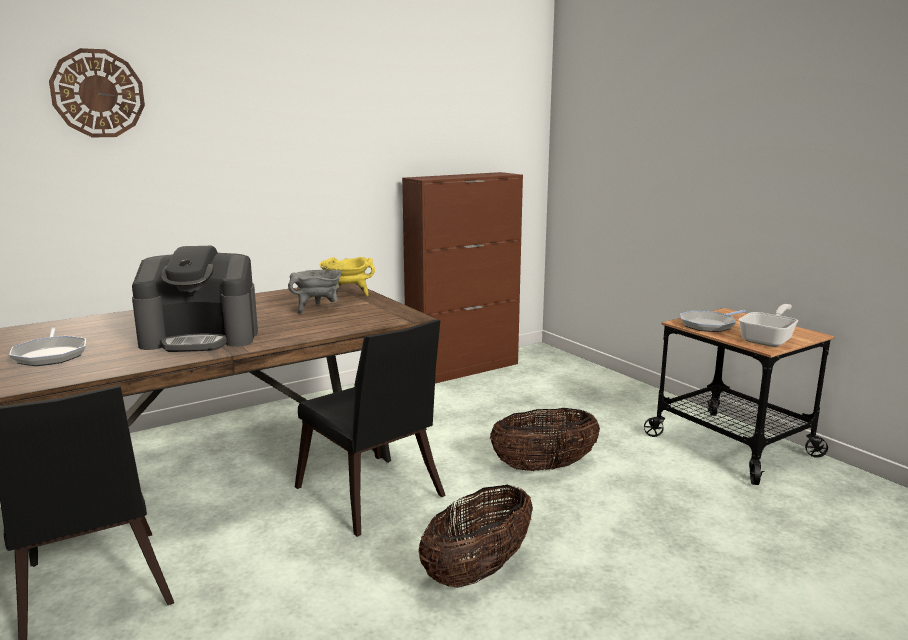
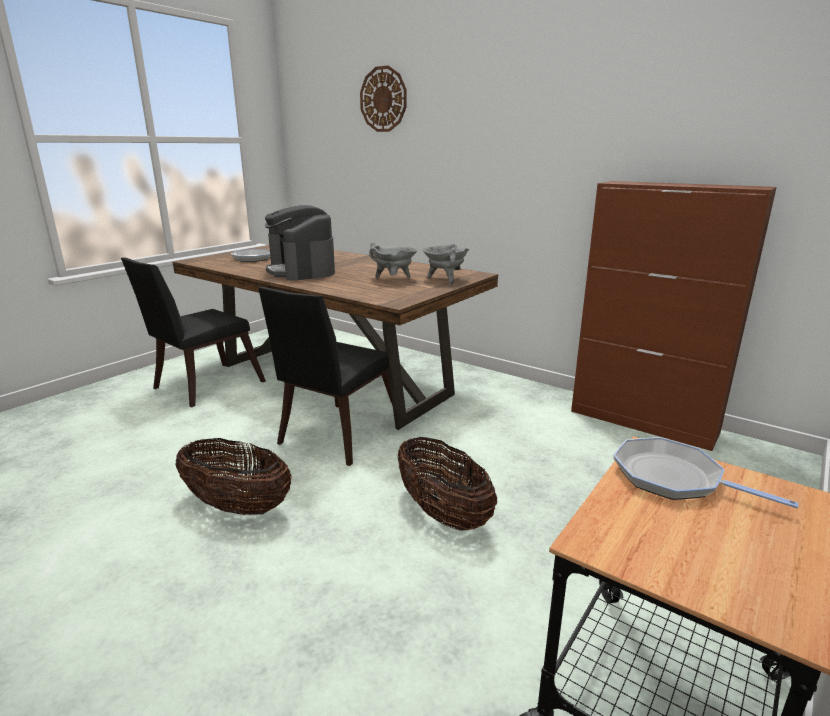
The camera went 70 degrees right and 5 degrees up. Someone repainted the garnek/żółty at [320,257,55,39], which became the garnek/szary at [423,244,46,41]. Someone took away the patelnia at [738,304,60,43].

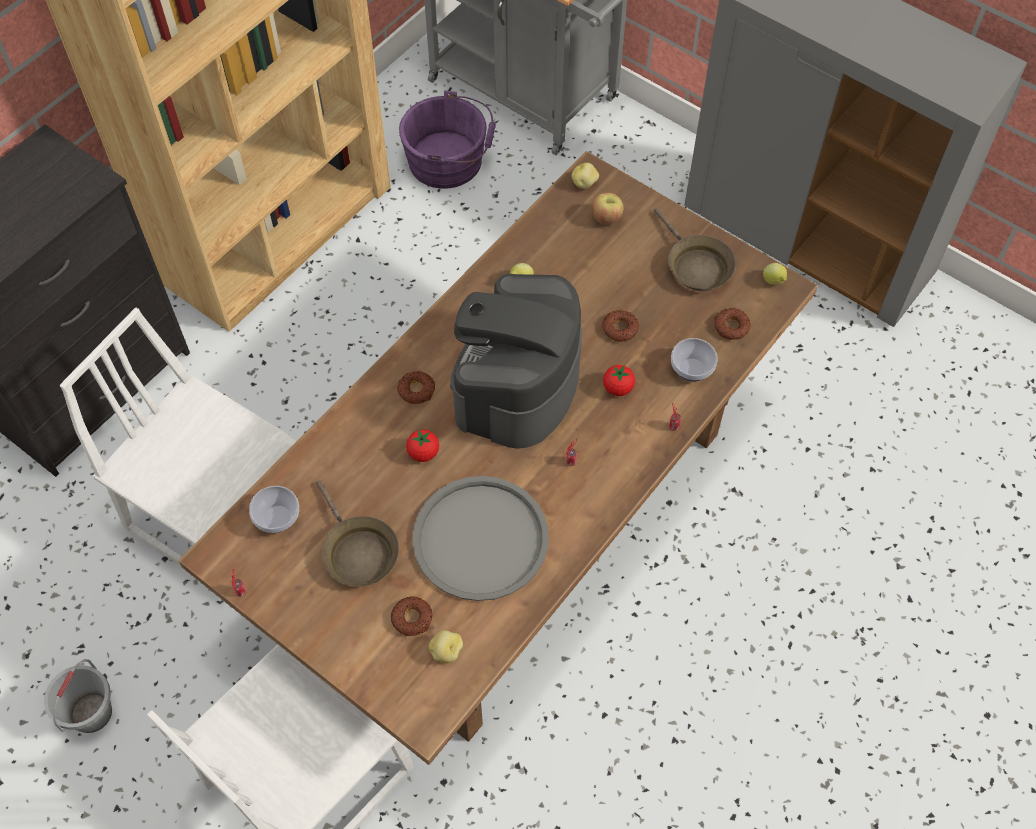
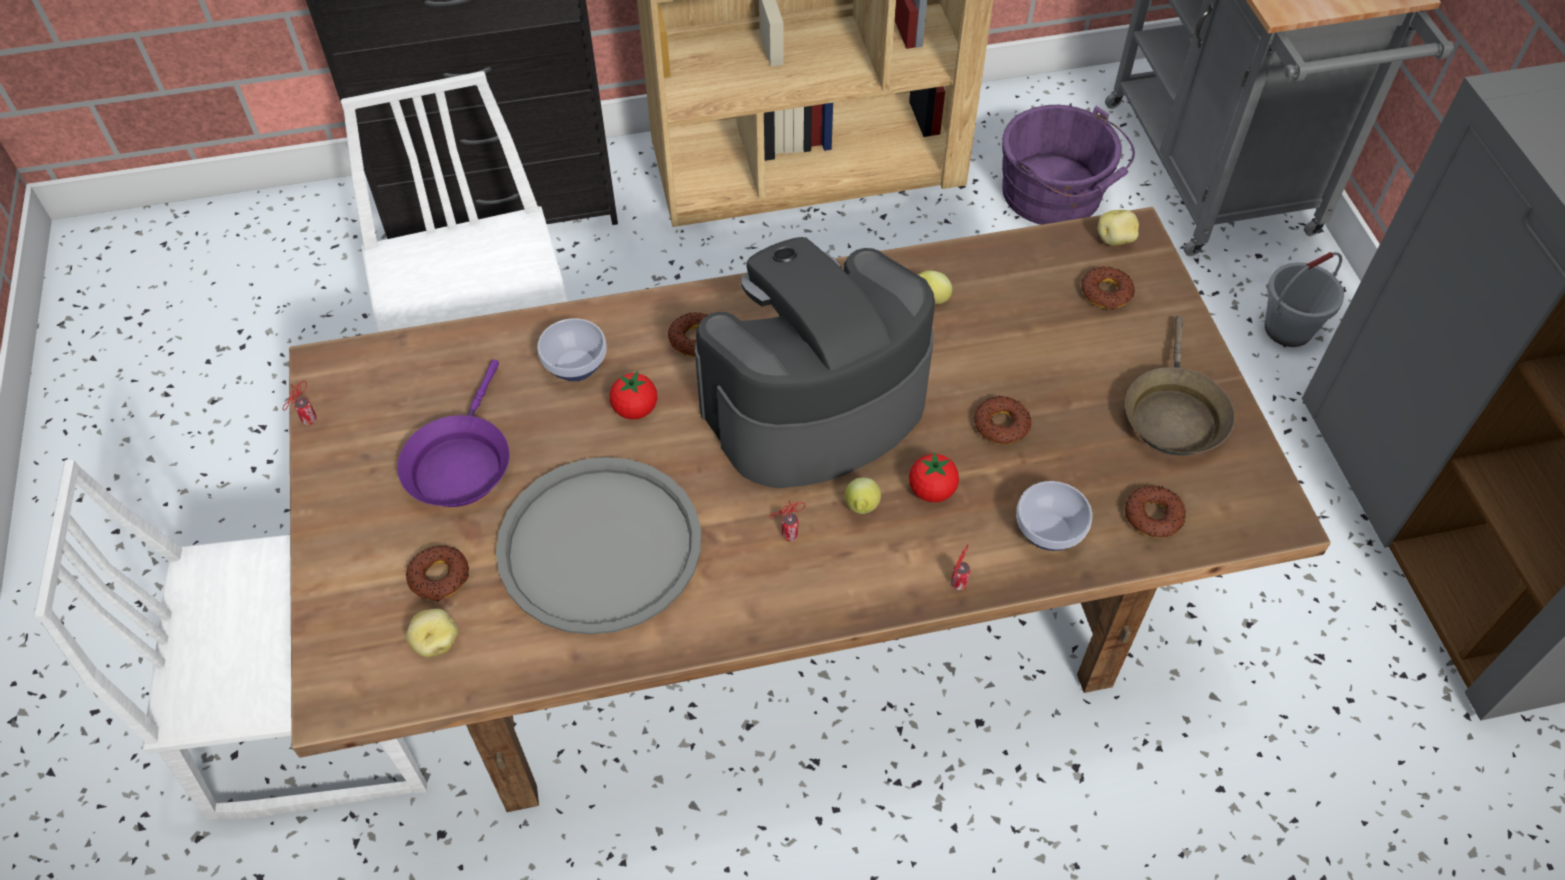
The camera went 40 degrees right and 5 degrees down. Someone carried the wiadro/szary from [44,659,68,74] to [1265,252,79,95]. Someone carried the miska from [249,486,50,47] to [537,318,69,63]. Someone repainted the patelnia/brązowy at [316,480,83,107], which became the patelnia/fioletowy at [397,360,113,147]. Someone swapped the jabłko at [592,193,31,32] for the donut at [1081,266,54,44]. Someone carried the cytryna from [763,263,24,22] to [845,477,36,37].

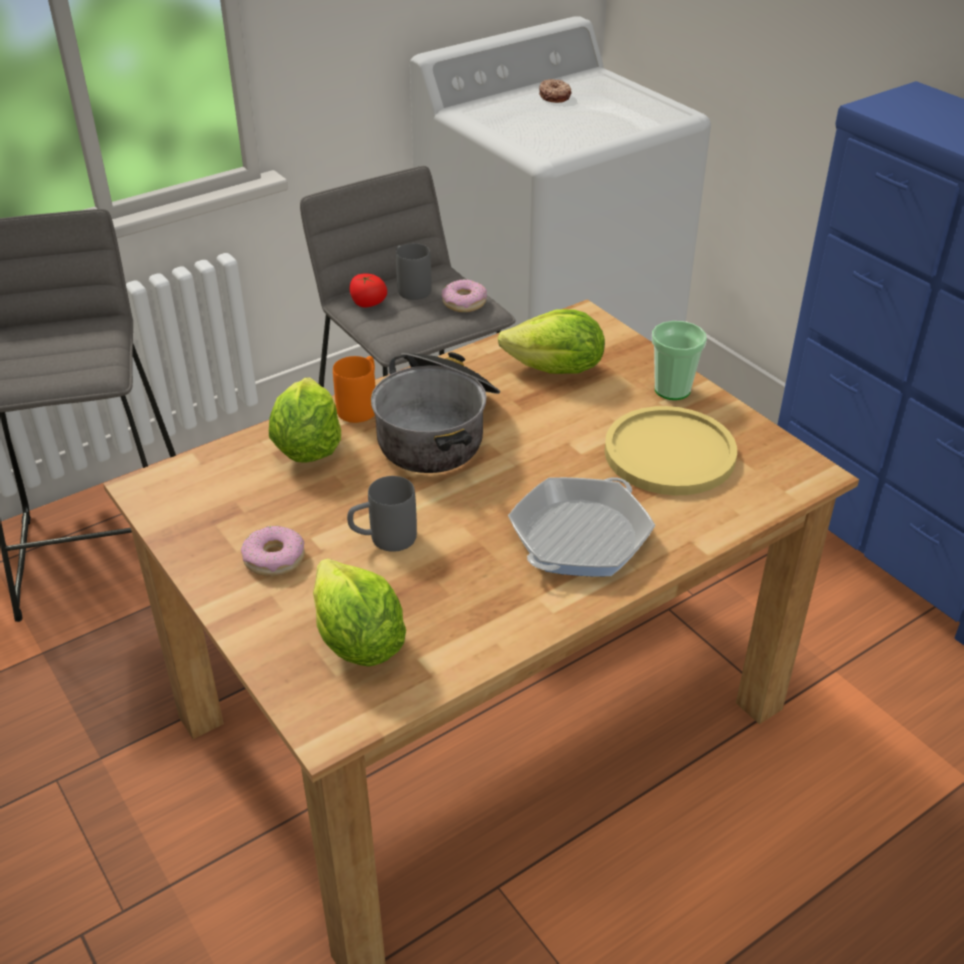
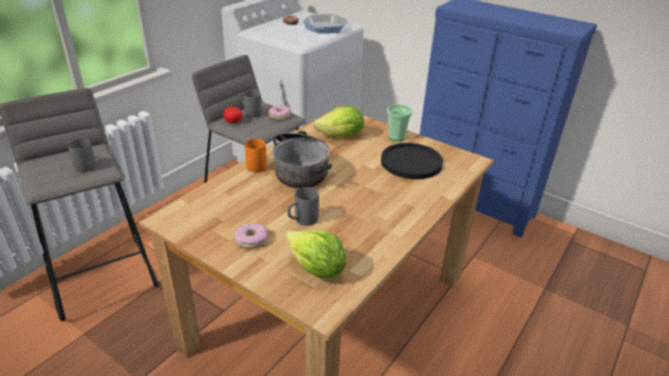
The camera went 20 degrees left and 5 degrees down. Someone took away the sałata at [269,377,72,86]. Someone carried the patelnia from [508,477,147,100] to [302,14,45,19]. Someone repainted the talerz/żółty at [604,406,133,89], which became the talerz/czarny at [381,143,62,36]. Someone put down the kubek/szary at [68,139,28,33].

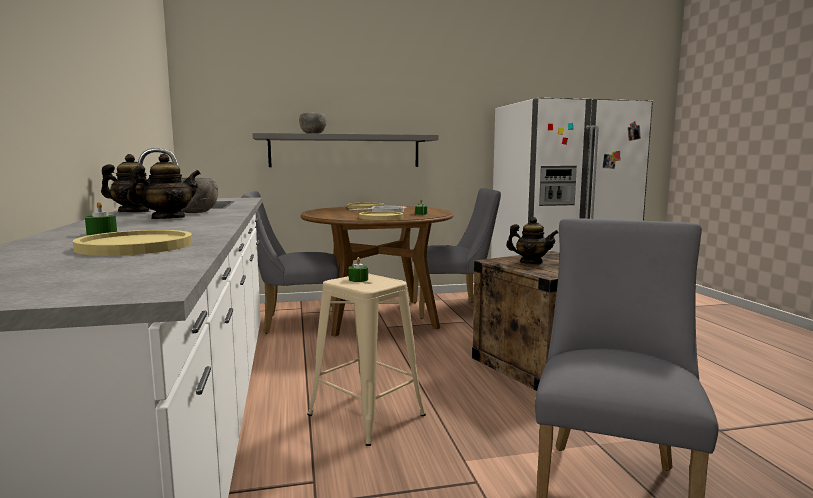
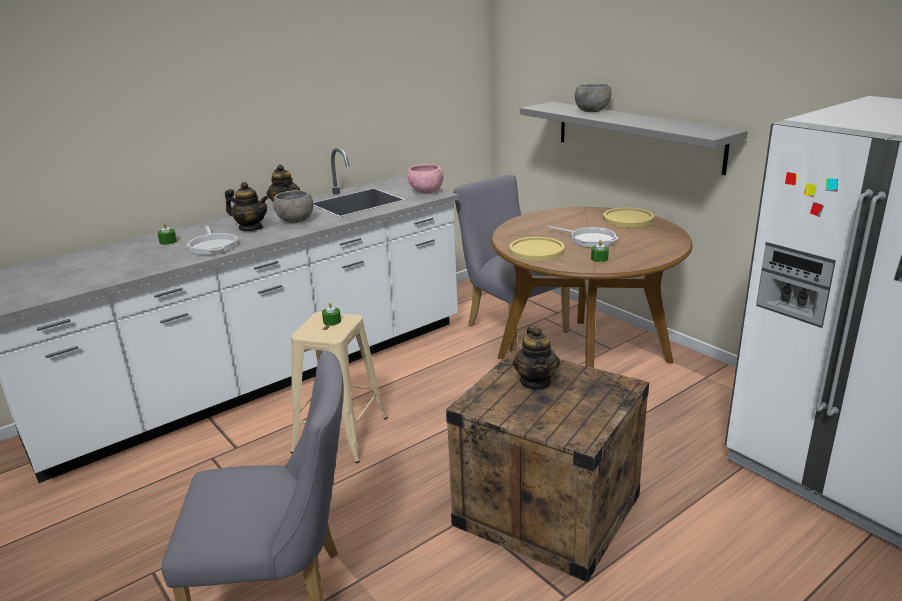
The camera went 65 degrees right and 15 degrees up. Someone took away the talerz/żółty at [73,230,119,26]. Someone took away the krzesło/szary at [412,188,89,131]. Someone put down the patelnia at [186,225,52,30]. Someone put down the miska/różowy at [407,164,36,29].

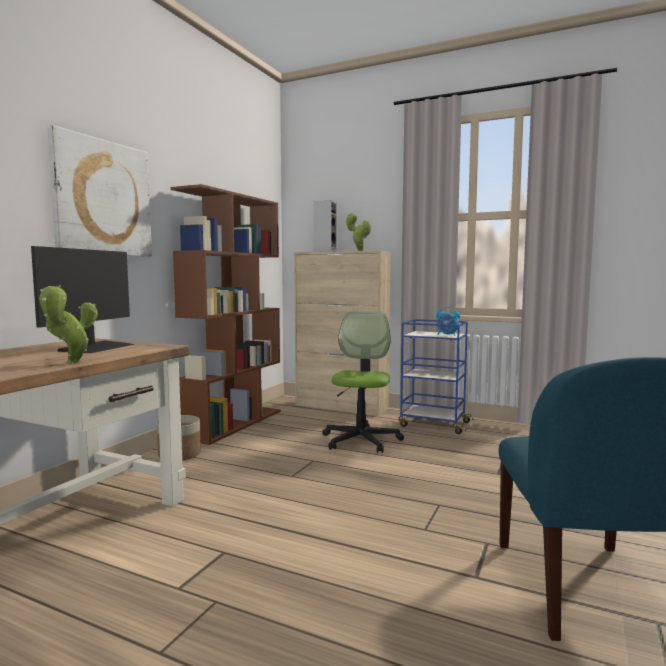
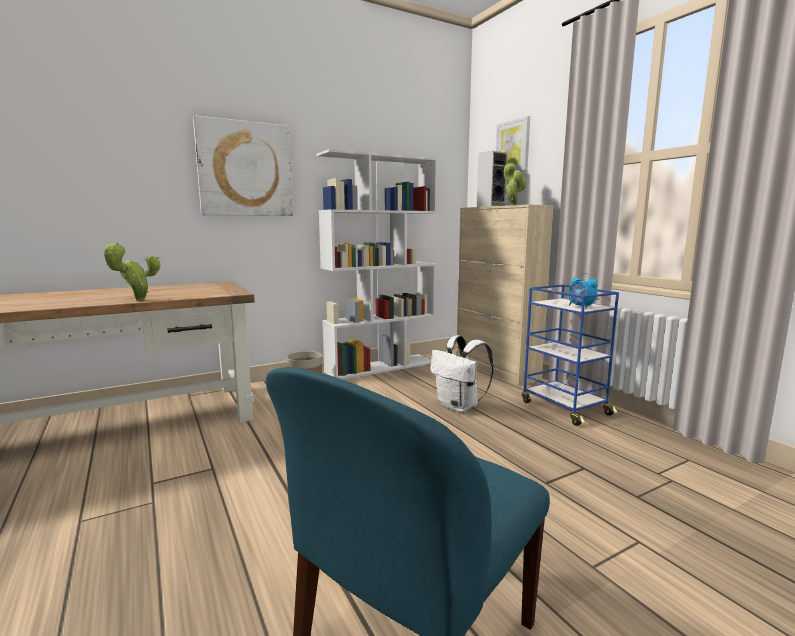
The camera went 35 degrees right and 5 degrees up. Someone took away the monitor at [31,246,104,107]. Someone repainted the regał/brązowy at [171,184,110,261], which became the regał/biały at [317,149,121,231]. Someone swapped the krzesło biurowe at [322,311,82,142] for the plecak/biały at [430,335,64,77]. Someone put up the obraz at [496,116,34,56].

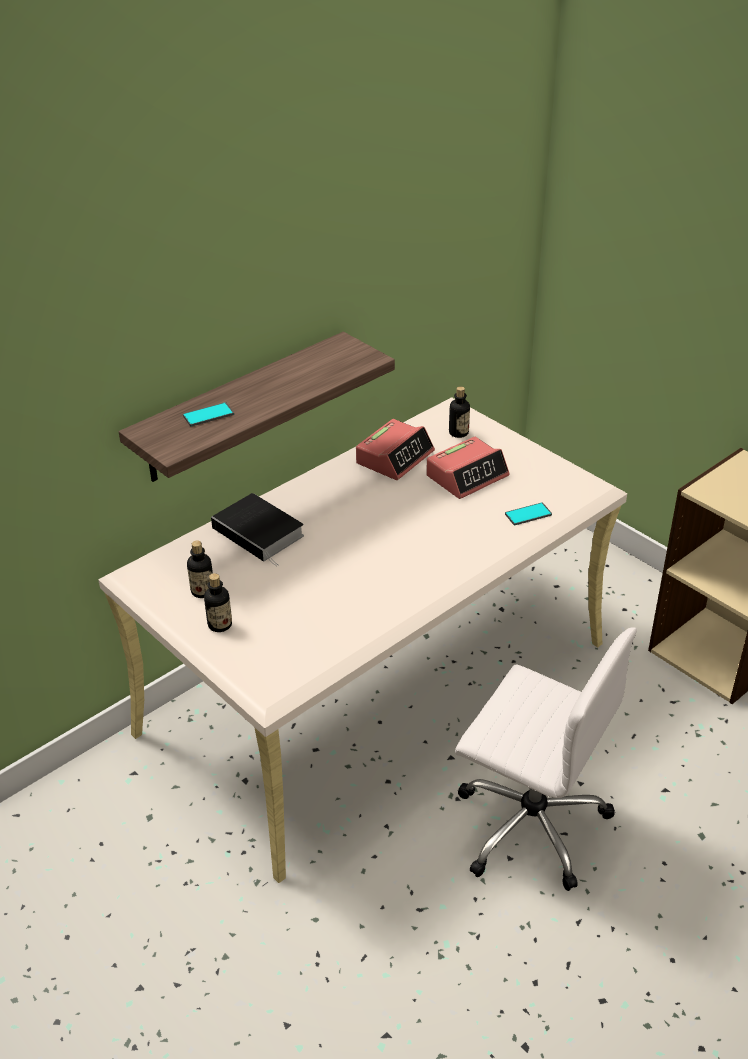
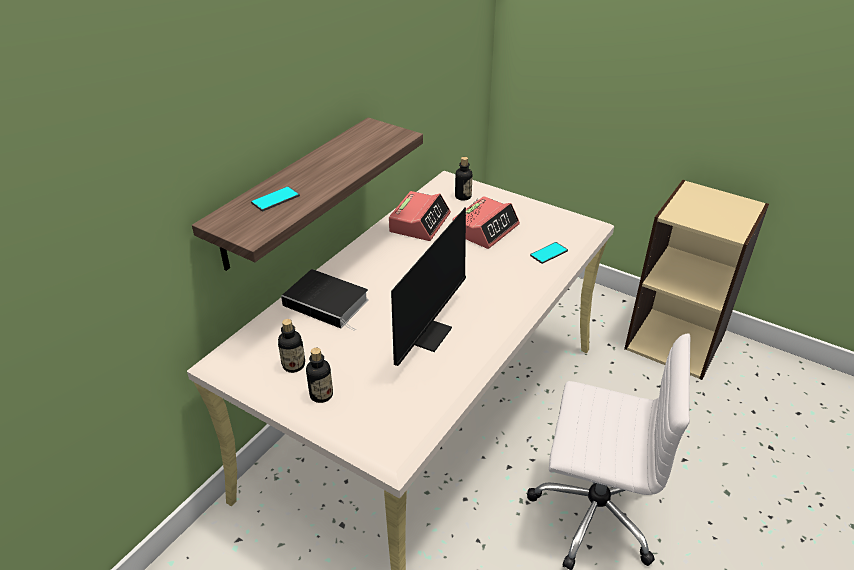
The camera went 15 degrees left and 0 degrees up. Someone put down the monitor at [391,198,94,168].

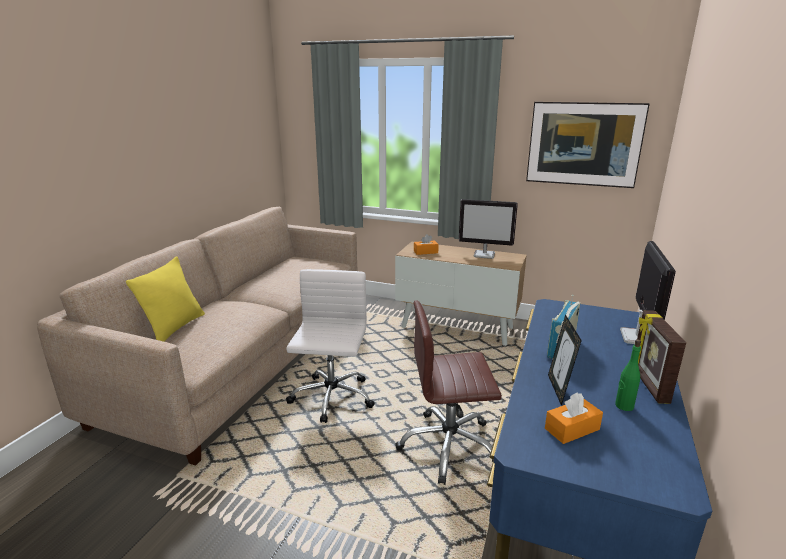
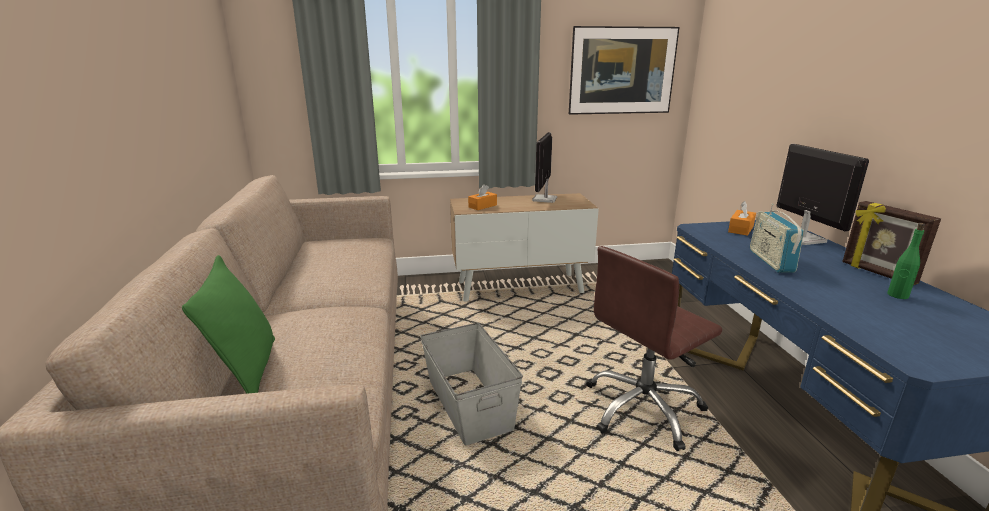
The camera went 30 degrees left and 0 degrees up. Someone repainted the poduszka/żółty at [126,257,79,85], which became the poduszka/zielony at [182,255,93,139]. Someone swapped the krzesło biurowe/biały at [286,269,89,154] for the pojemnik do przechowywania/szary at [420,323,103,122]. Someone rotated the monitor at [459,199,59,60] by 120 degrees clockwise. Someone carried the pudełko chusteczek/pomarańczowy from [545,392,58,52] to [728,201,28,35]. Someone took away the ramka na zdjęcie at [548,314,34,92].

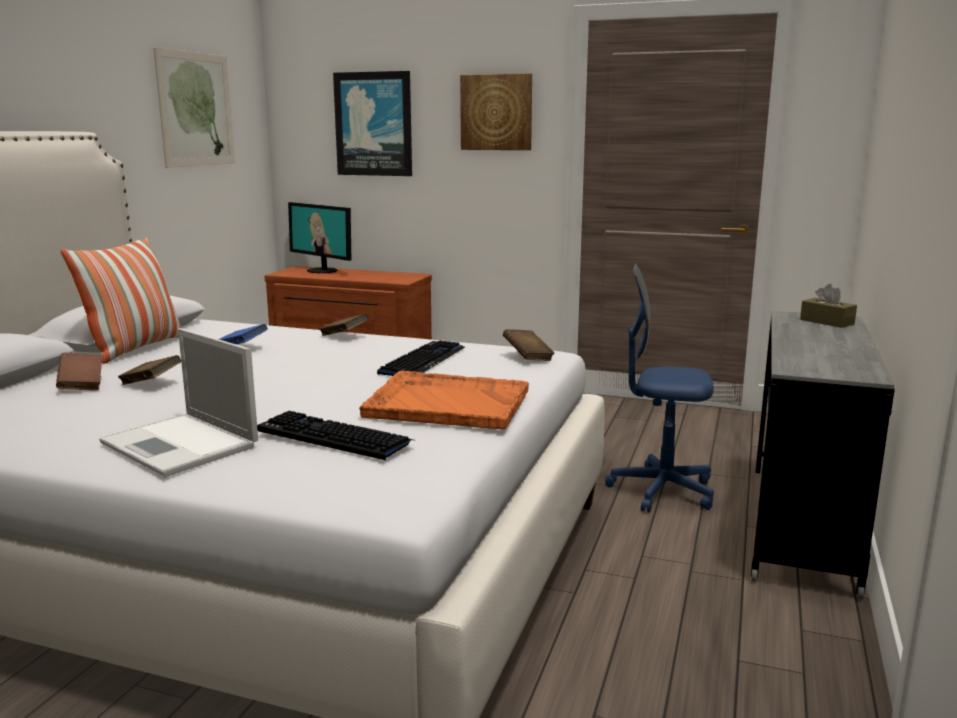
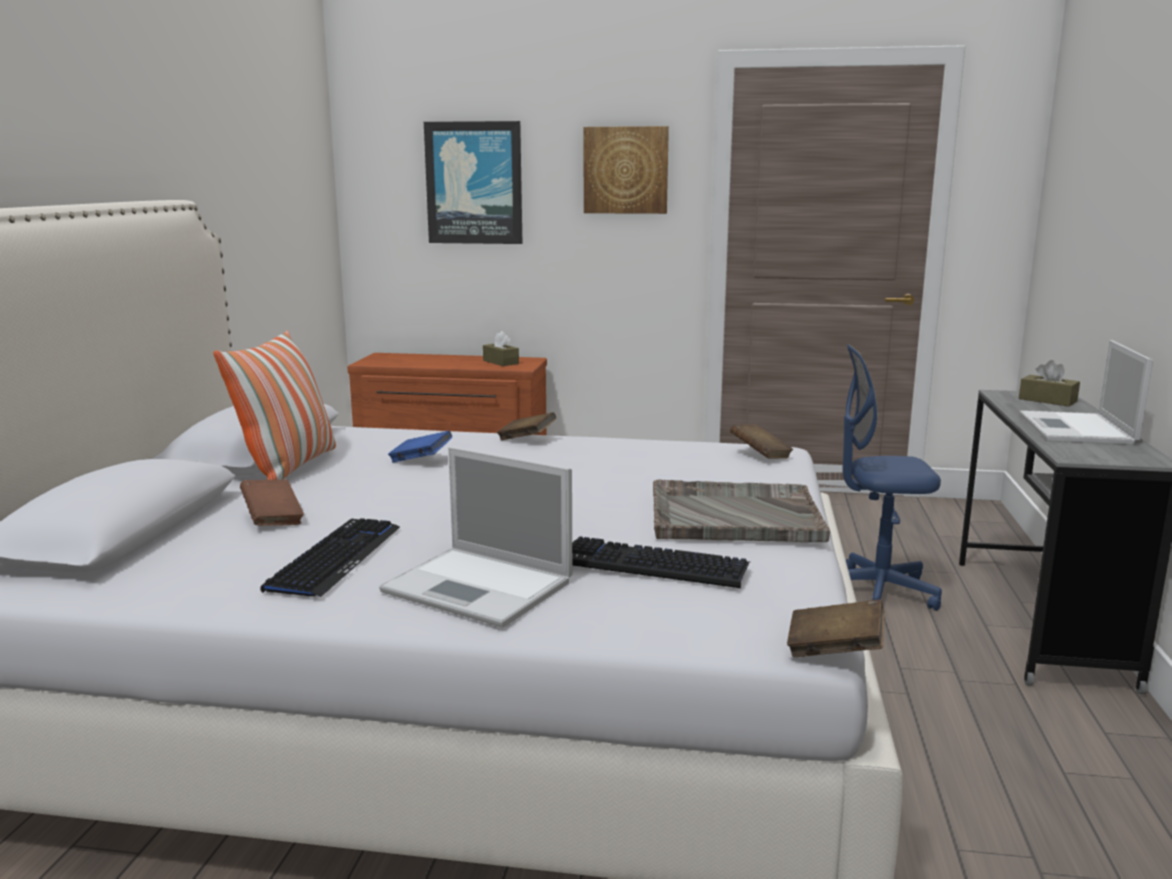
The camera went 10 degrees left and 0 degrees up. Someone carried the książka/brązowy from [118,355,63,30] to [787,599,98,58]. Someone took away the obraz at [153,47,82,121]. Someone took away the monitor at [288,202,63,71]. Someone repainted the taca/pomarańczowy at [359,370,170,59], which became the taca/szary at [653,479,177,63]. Someone carried the klawiatura from [377,340,88,36] to [261,518,139,79]. Someone put down the pudełko chusteczek/brązowy at [483,331,36,35]. Someone put down the laptop at [1019,340,134,105].

